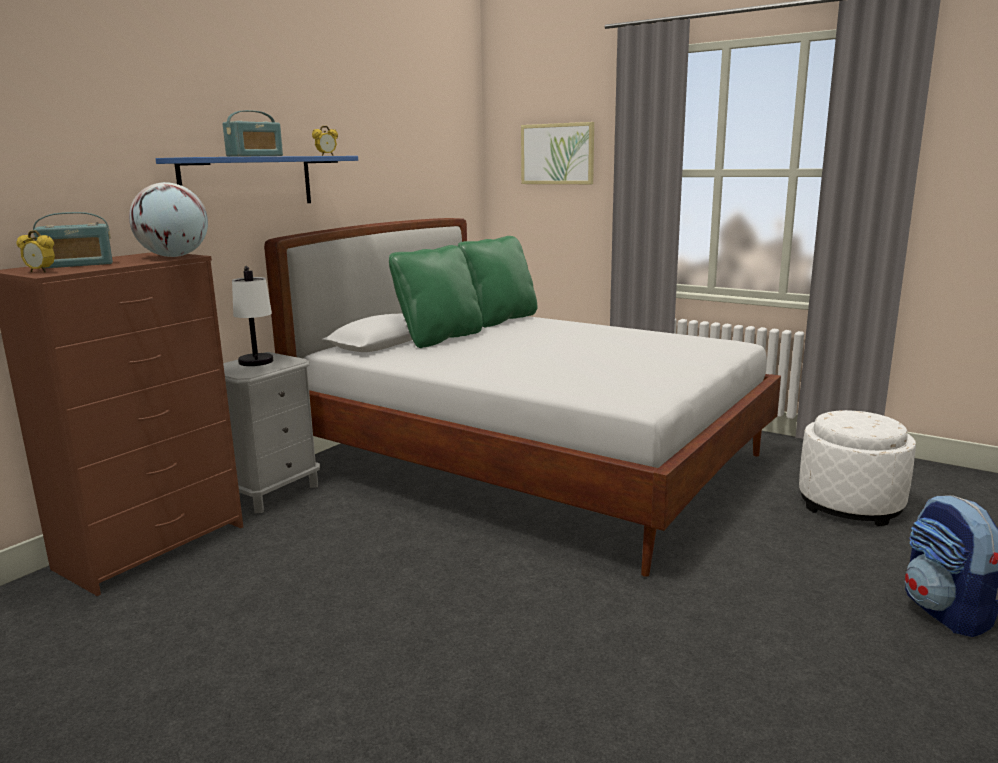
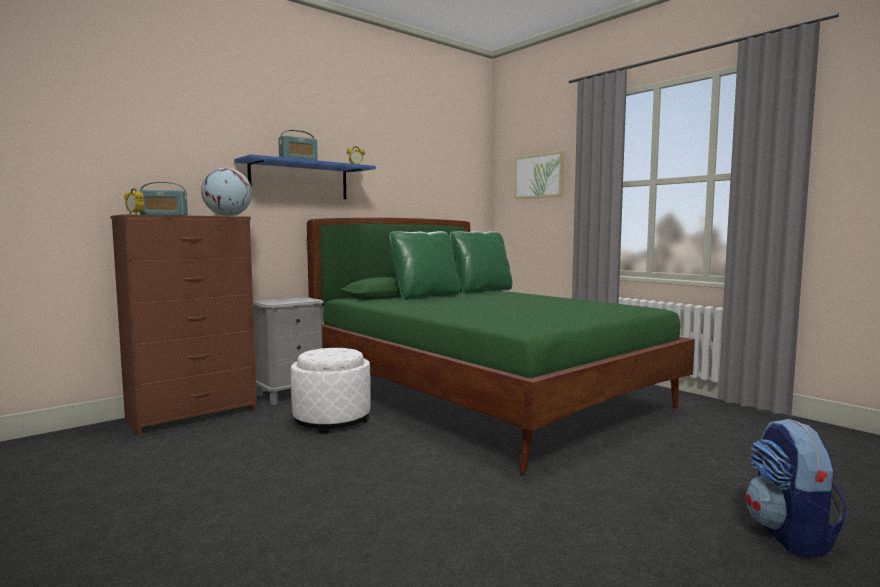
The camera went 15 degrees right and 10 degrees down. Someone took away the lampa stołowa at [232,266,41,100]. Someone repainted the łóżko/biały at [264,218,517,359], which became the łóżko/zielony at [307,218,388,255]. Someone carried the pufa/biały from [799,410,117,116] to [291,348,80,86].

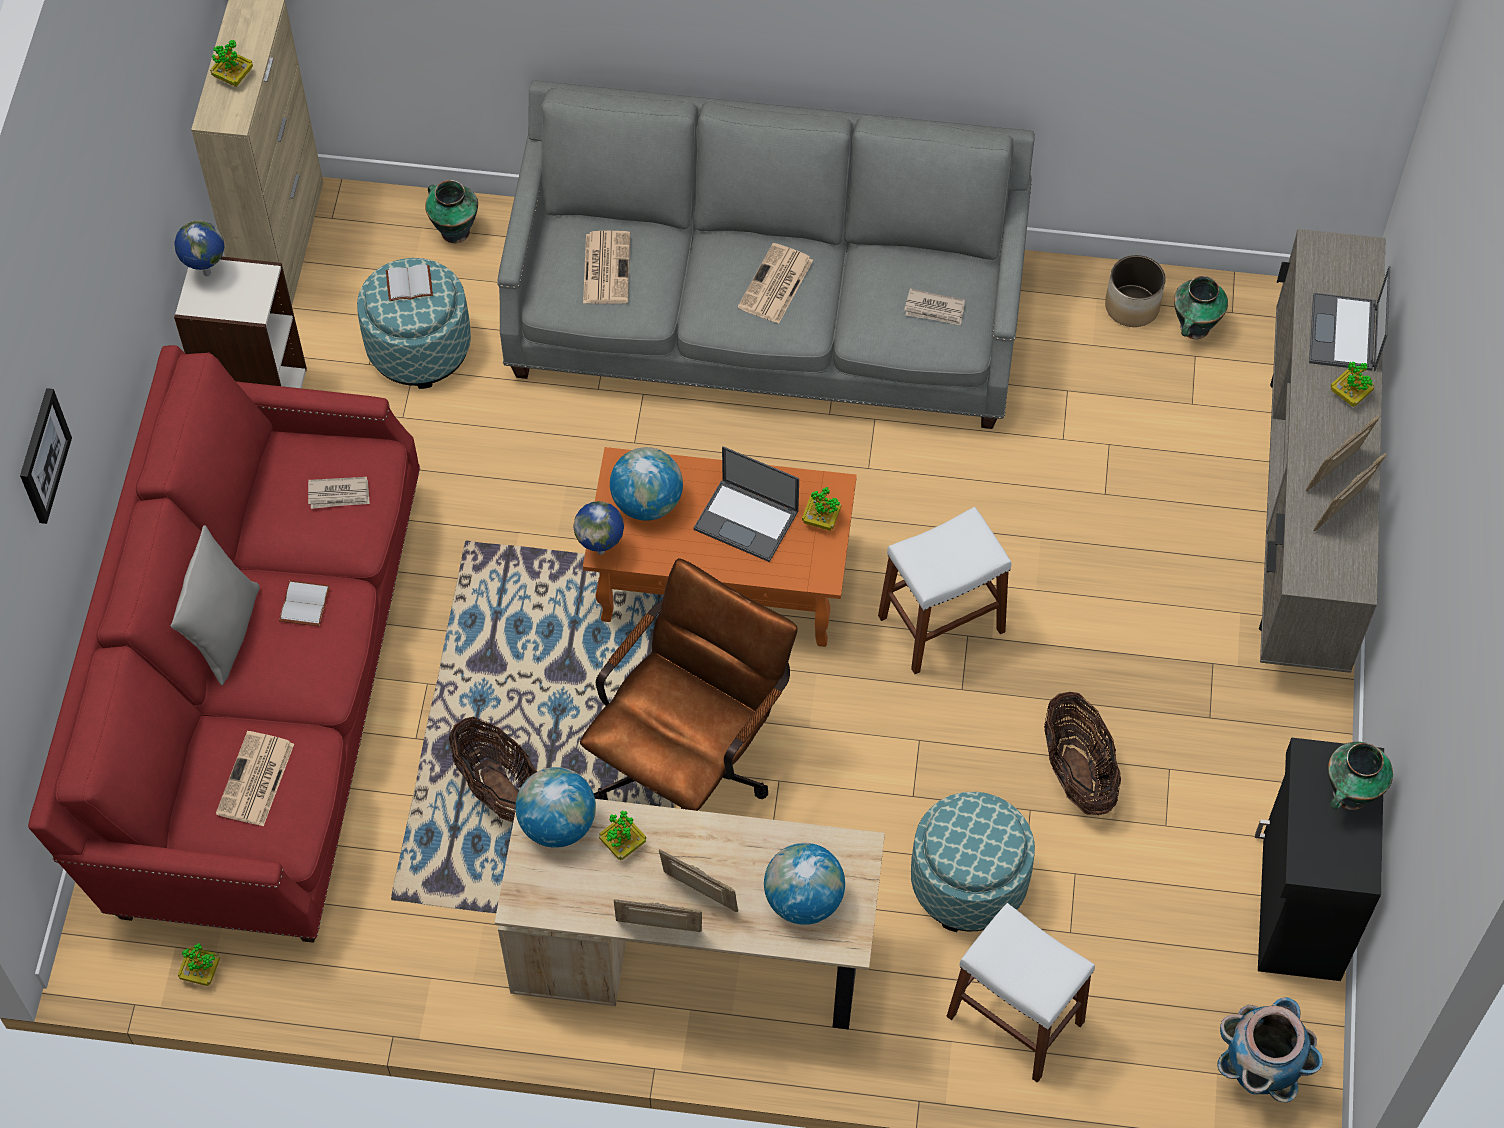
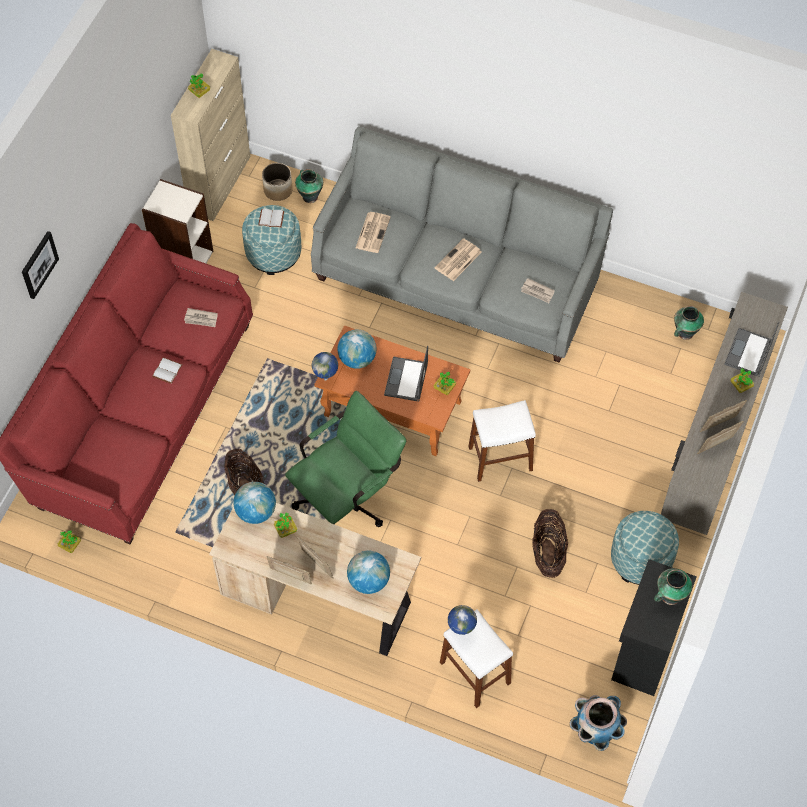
The camera went 15 degrees right and 0 degrees up. Someone took away the poduszka/szary at [171,525,89,160]. Someone carried the globus from [174,220,51,56] to [448,605,29,30]. Someone took away the gazeta at [216,731,78,96]. Someone repainted the krzesło biurowe/brązowy at [580,558,218,253], which became the krzesło biurowe/zielony at [285,391,121,136]. Someone rotated the laptop at [693,446,106,116] by 60 degrees clockwise. Someone carried the pufa from [911,792,124,140] to [611,511,68,74]. Someone carried the donica from [1105,255,60,72] to [262,163,31,38].

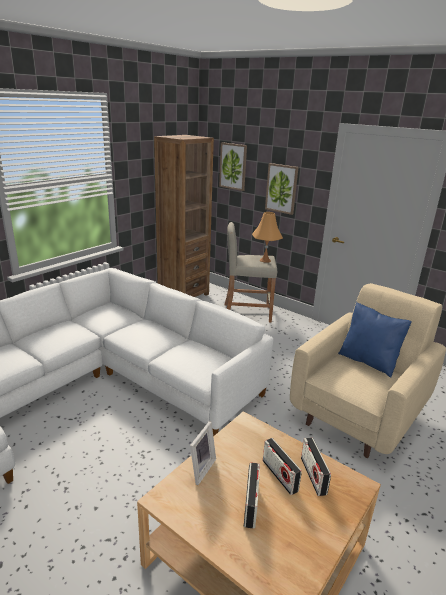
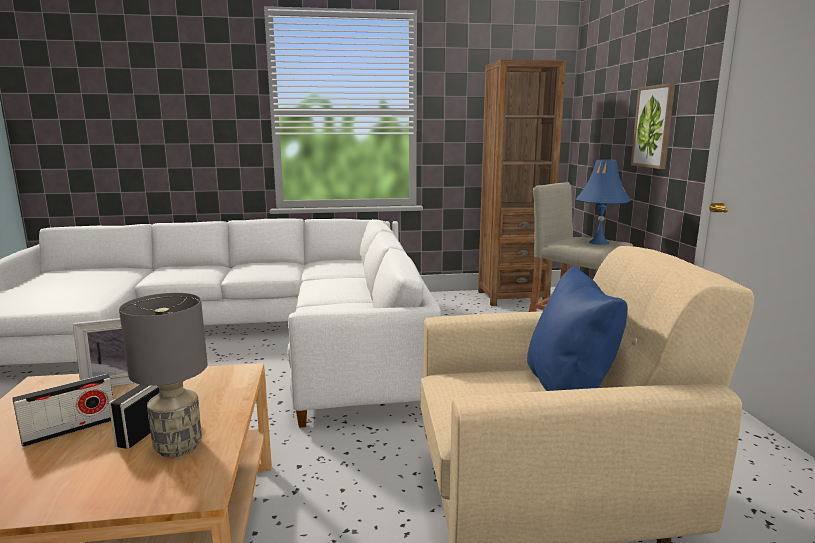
The camera went 45 degrees right and 10 degrees down. Someone took away the obraz at [219,142,28,49]. Someone repainted the lampa stołowa/pomarańczowy at [252,212,31,51], which became the lampa stołowa/niebieski at [575,159,55,86]. Someone swapped the radio at [301,437,30,59] for the lampa stołowa/szary at [119,293,89,164].

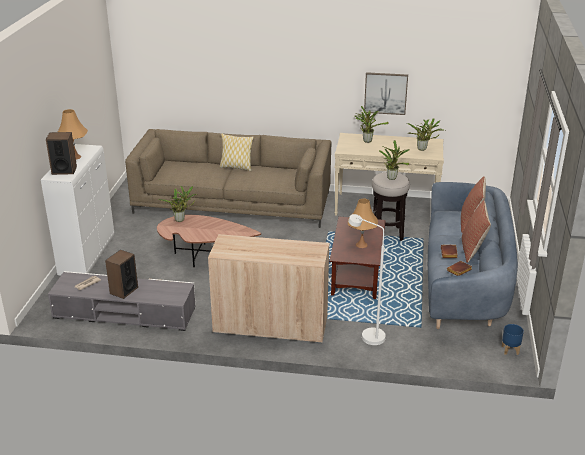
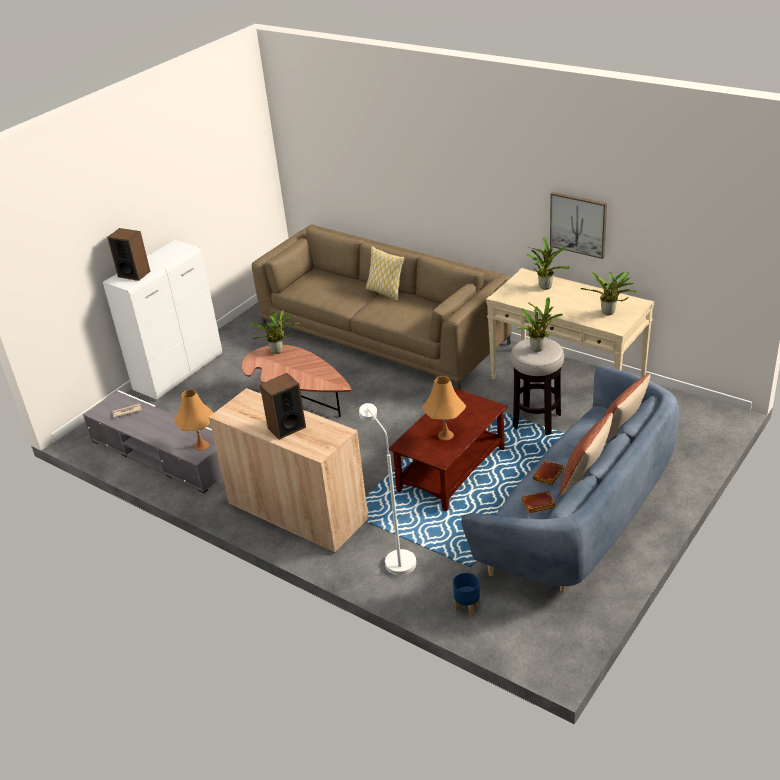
The camera went 30 degrees right and 5 degrees up. Someone carried the lampa stołowa/pomarańczowy from [58,109,30,51] to [174,390,39,61]. Someone carried the głośnik from [105,250,33,49] to [260,373,46,67]. Someone carried the donica/niebieski from [502,324,22,31] to [453,573,27,43].

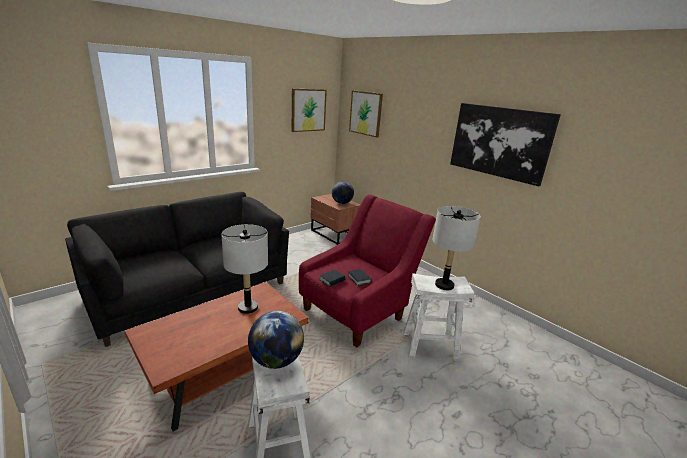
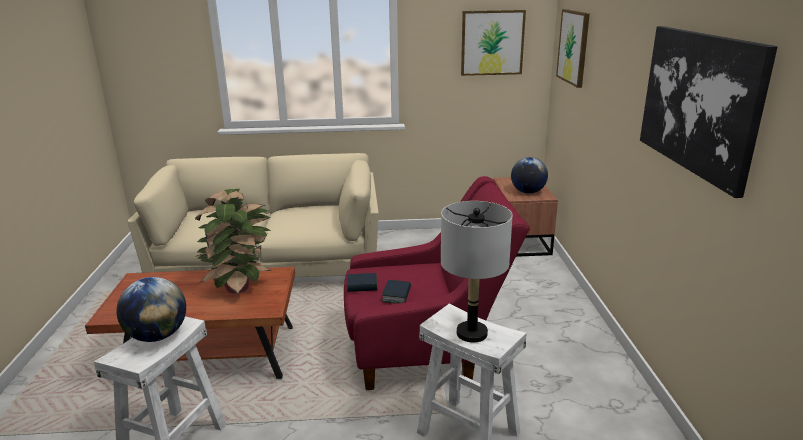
The camera went 40 degrees right and 0 degrees up. Someone repainted the kanapa/czarny at [65,192,224,155], which became the kanapa/beżowy at [128,153,251,124]. Someone swapped the lampa stołowa/szary at [221,224,47,90] for the roślina doniczkowa at [195,189,77,105].

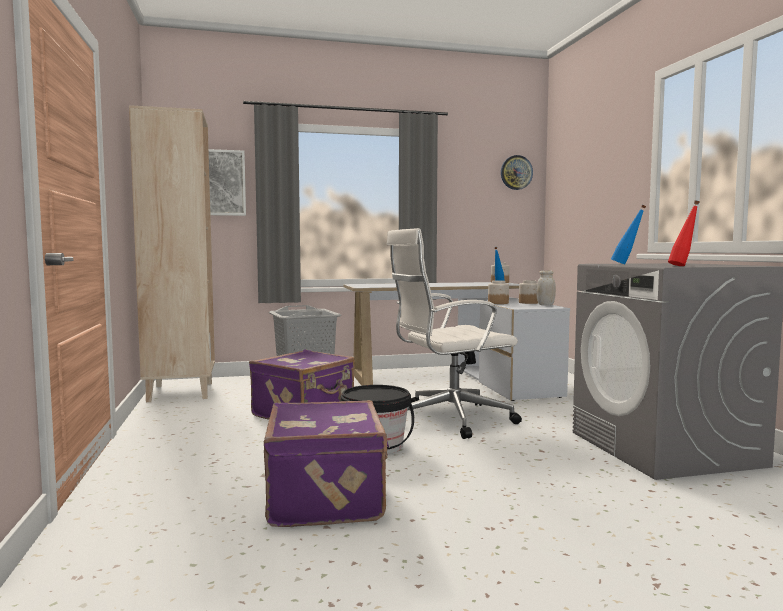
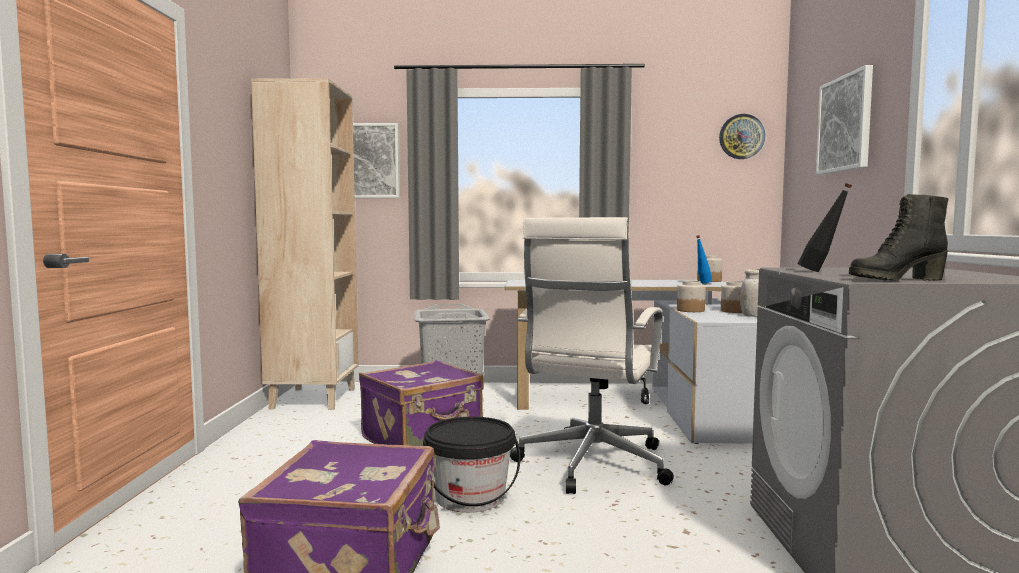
The camera went 15 degrees right and 0 degrees up. Someone rotated the krzesło biurowe/biały at [387,228,135,211] by 60 degrees counterclockwise. Someone repainted the butelka/niebieski at [611,205,35,60], which became the butelka/czarny at [798,183,54,89]. Someone swapped the butelka/czerwony at [668,201,31,65] for the but z cholewką/czarny at [849,194,100,87]. Someone put up the obraz at [816,65,57,110].

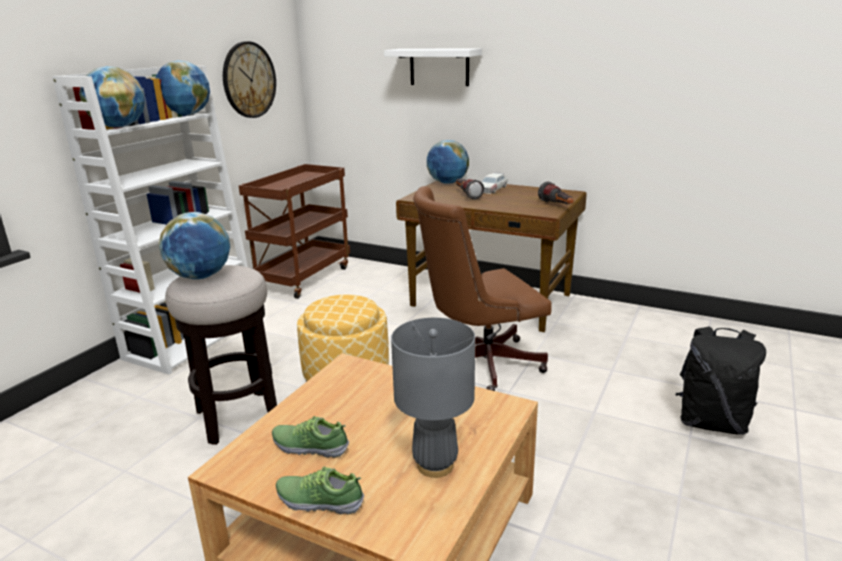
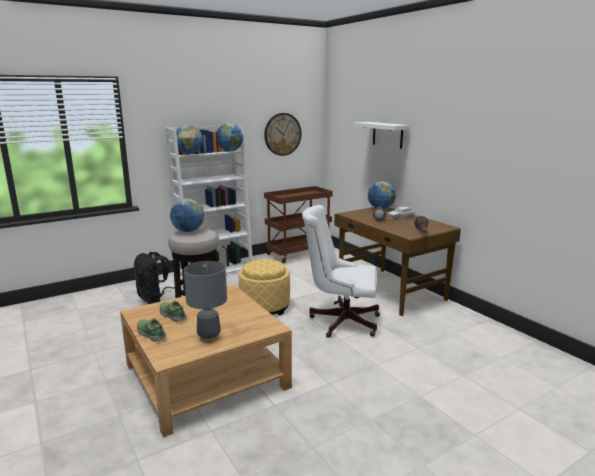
The camera went 30 degrees right and 5 degrees down. Someone repainted the krzesło biurowe/brązowy at [413,186,139,205], which became the krzesło biurowe/biały at [302,205,78,133]. Someone carried the plecak/czarny from [675,326,91,109] to [134,252,41,52].

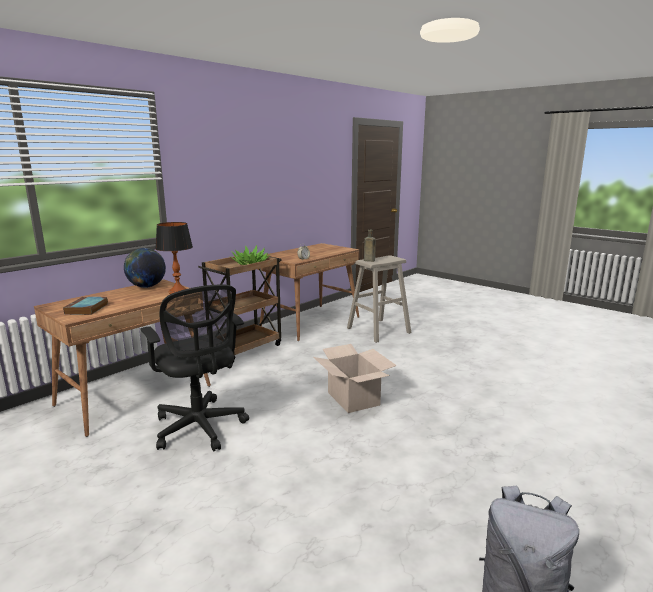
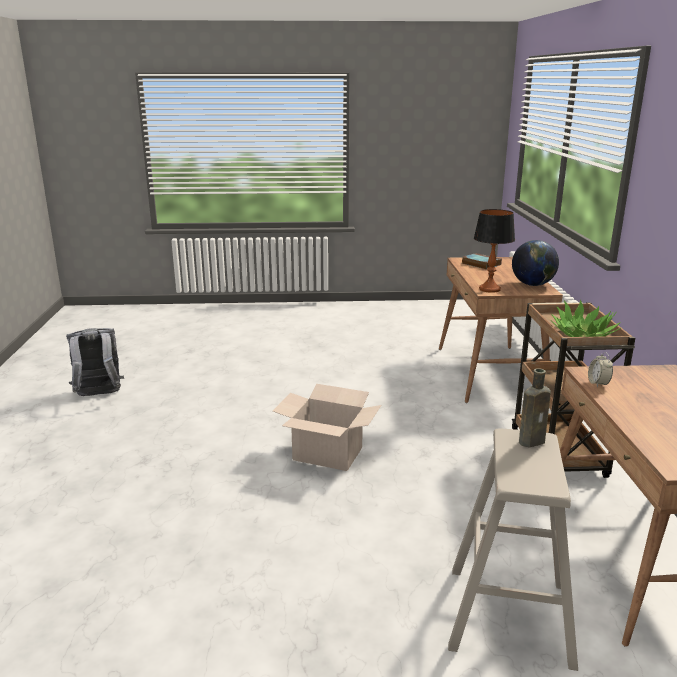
The camera went 135 degrees right and 5 degrees up. Someone took away the krzesło biurowe/czarny at [140,284,109,167].

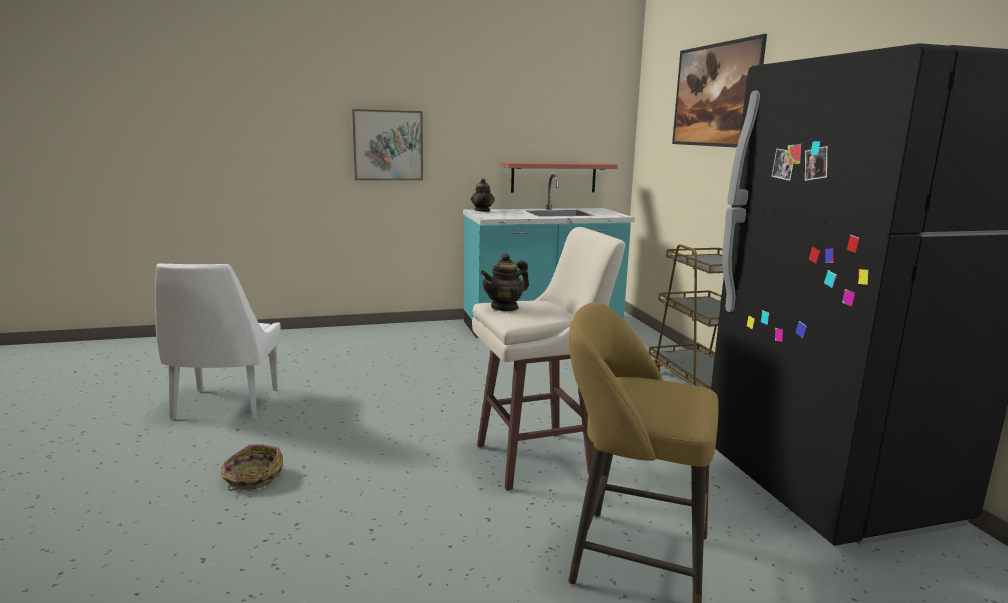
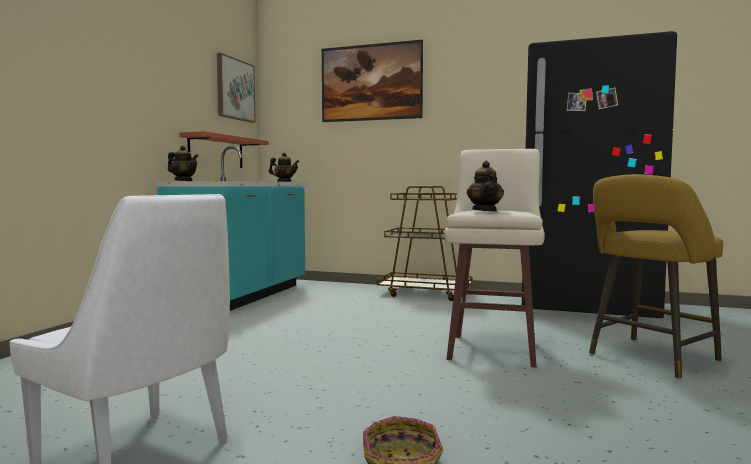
The camera went 55 degrees left and 10 degrees down. Someone carried the obraz from [352,109,71,71] to [217,53,39,70]. Someone put down the imbryk at [269,153,31,29].

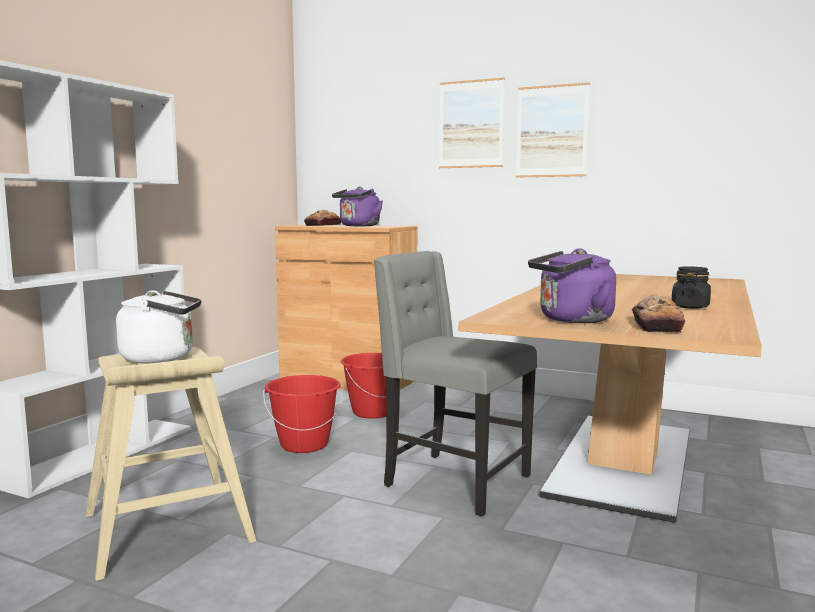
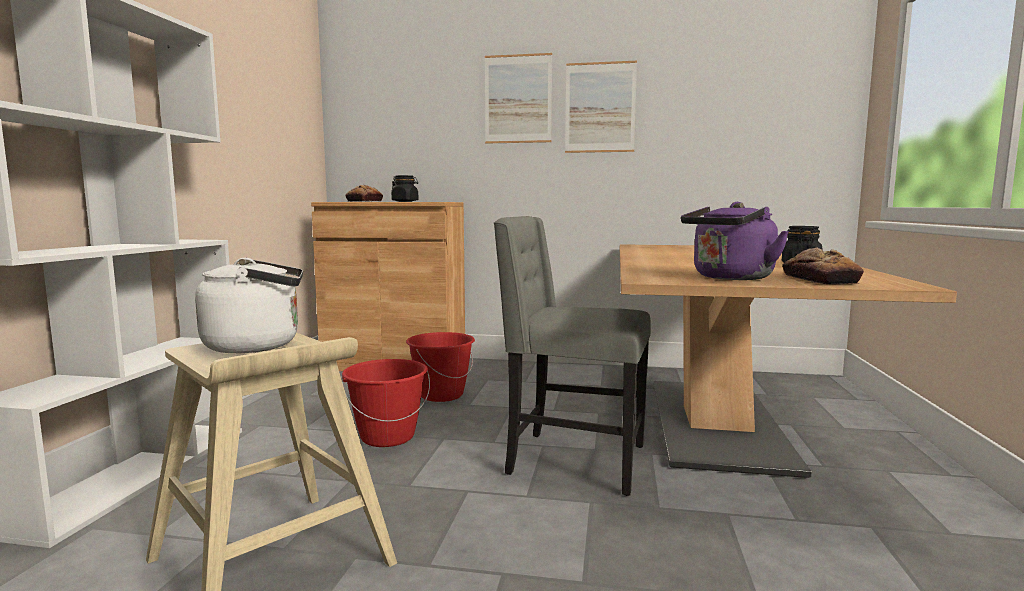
The camera went 15 degrees left and 0 degrees up. Someone swapped the czajnik/fioletowy at [332,187,51,39] for the słoik/czarny at [391,175,27,27].

